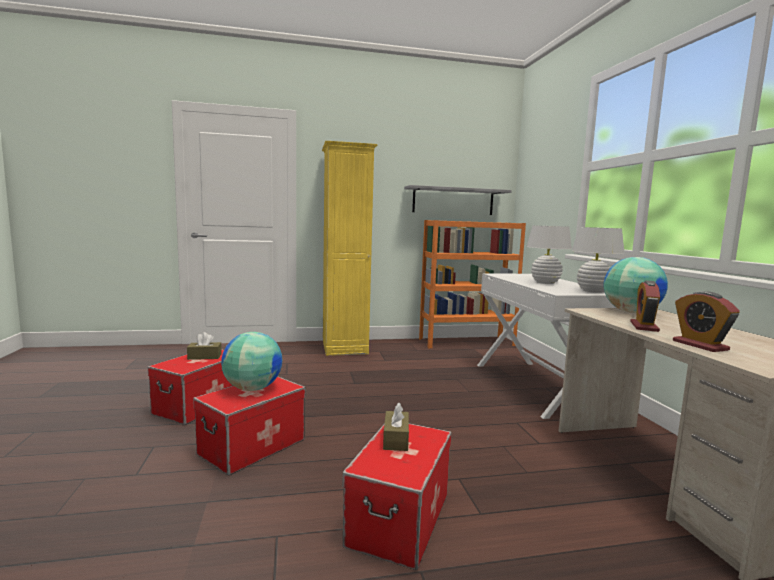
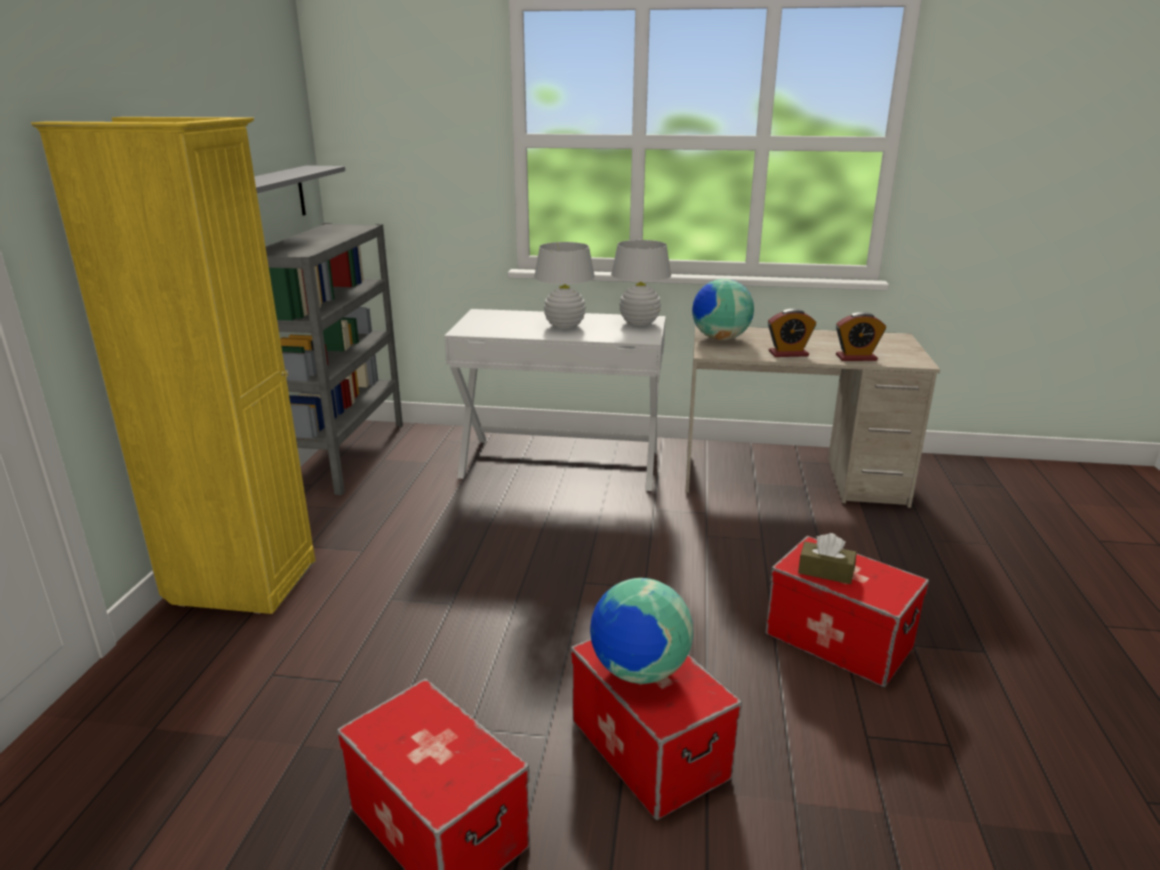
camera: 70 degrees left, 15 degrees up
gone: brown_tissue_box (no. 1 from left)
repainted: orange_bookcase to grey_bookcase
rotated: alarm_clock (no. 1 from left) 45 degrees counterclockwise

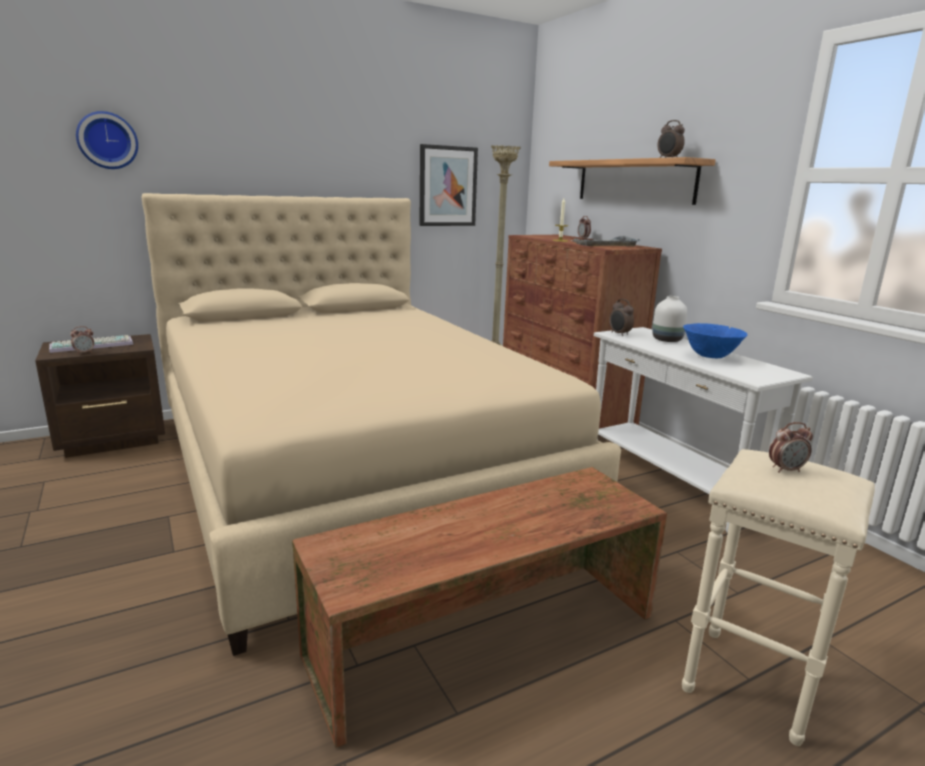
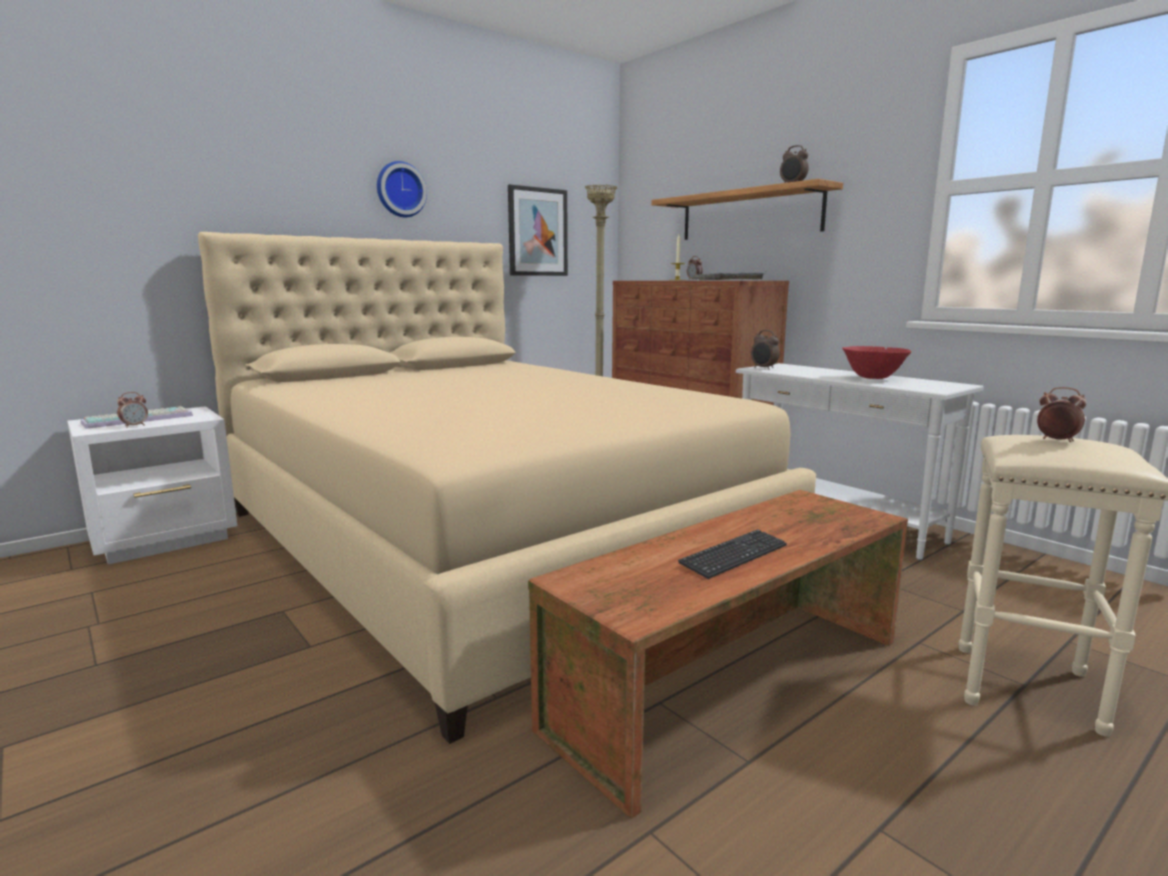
camera: 10 degrees left, 5 degrees down
gone: white_vase
new: keyboard (no. 2 from left)
shifted: wall_clock
repainted: brown_nightstand to white_nightstand; blue_bowl to red_bowl
rotated: alarm_clock (no. 5 from left) 120 degrees counterclockwise

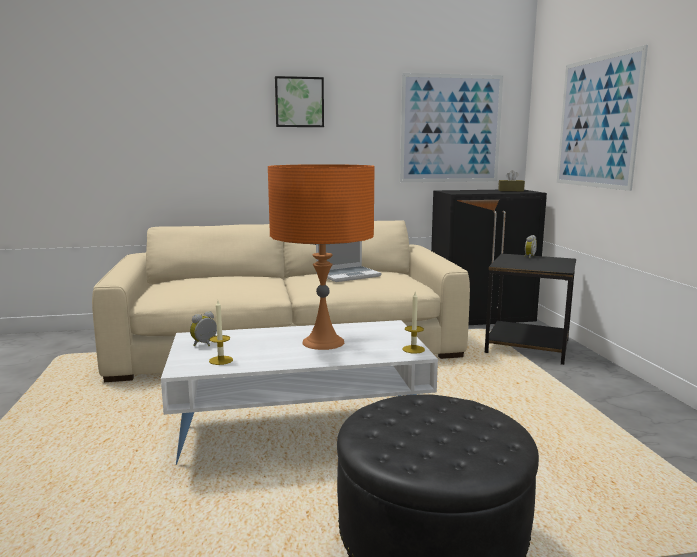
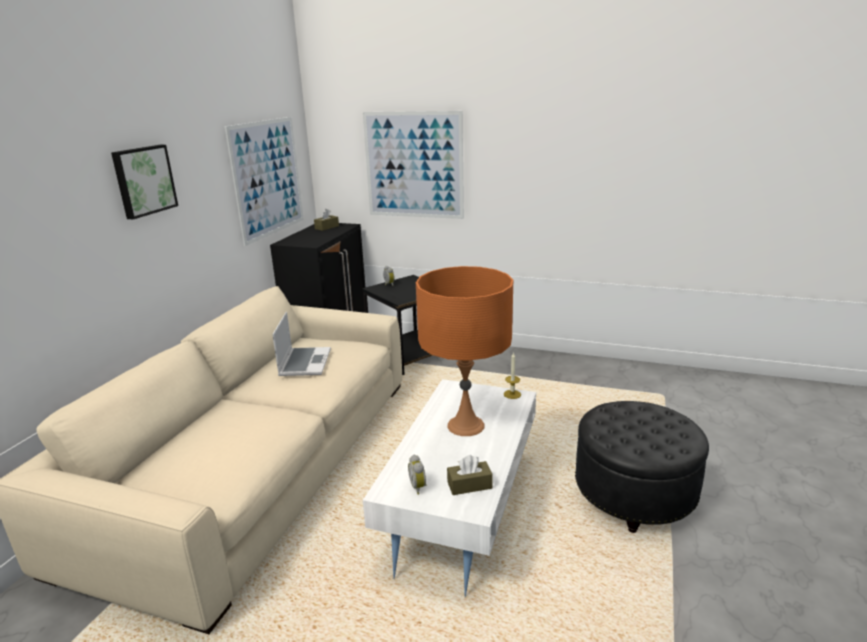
camera: 60 degrees left, 10 degrees up
swapped: candle (no. 1 from left) to brown_tissue_box (no. 2 from left)

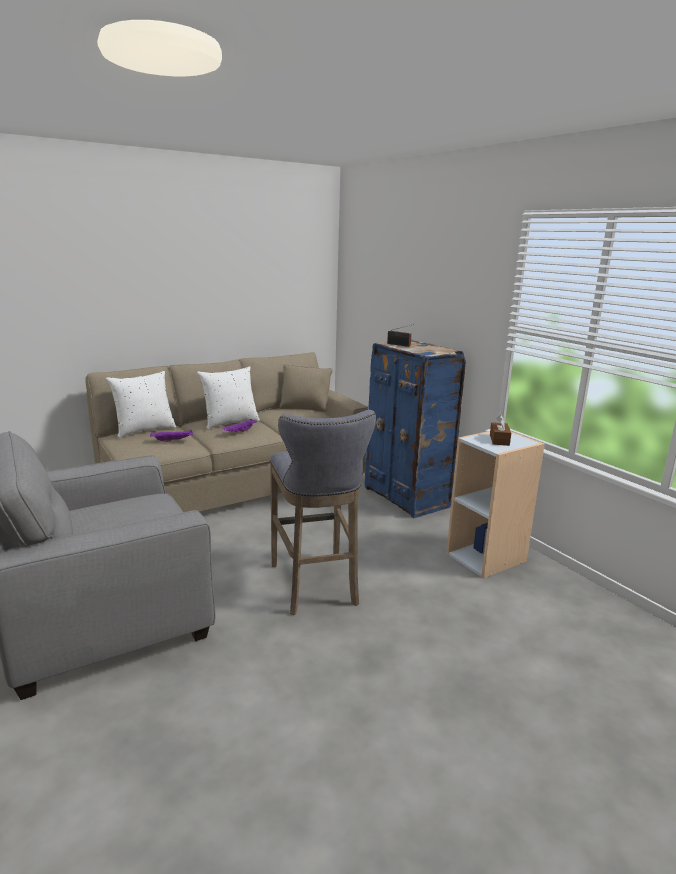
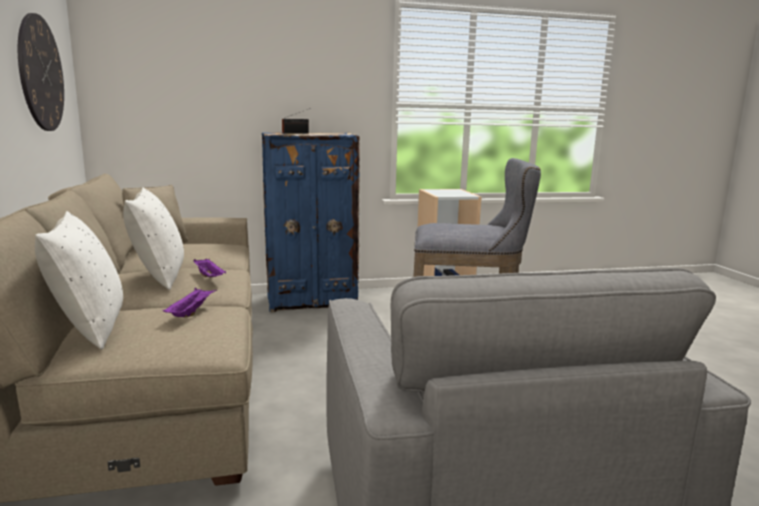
camera: 70 degrees left, 5 degrees down
gone: brown_tissue_box
new: wall_clock

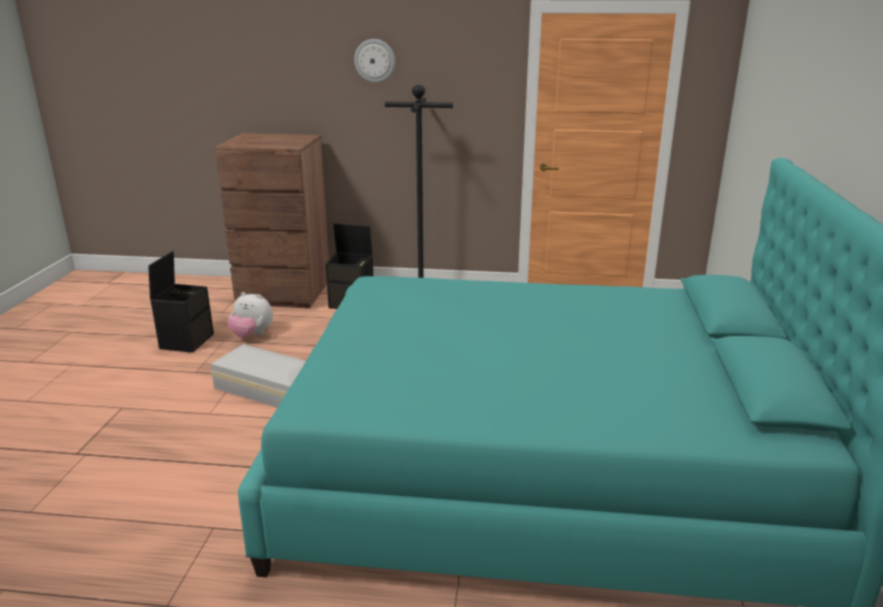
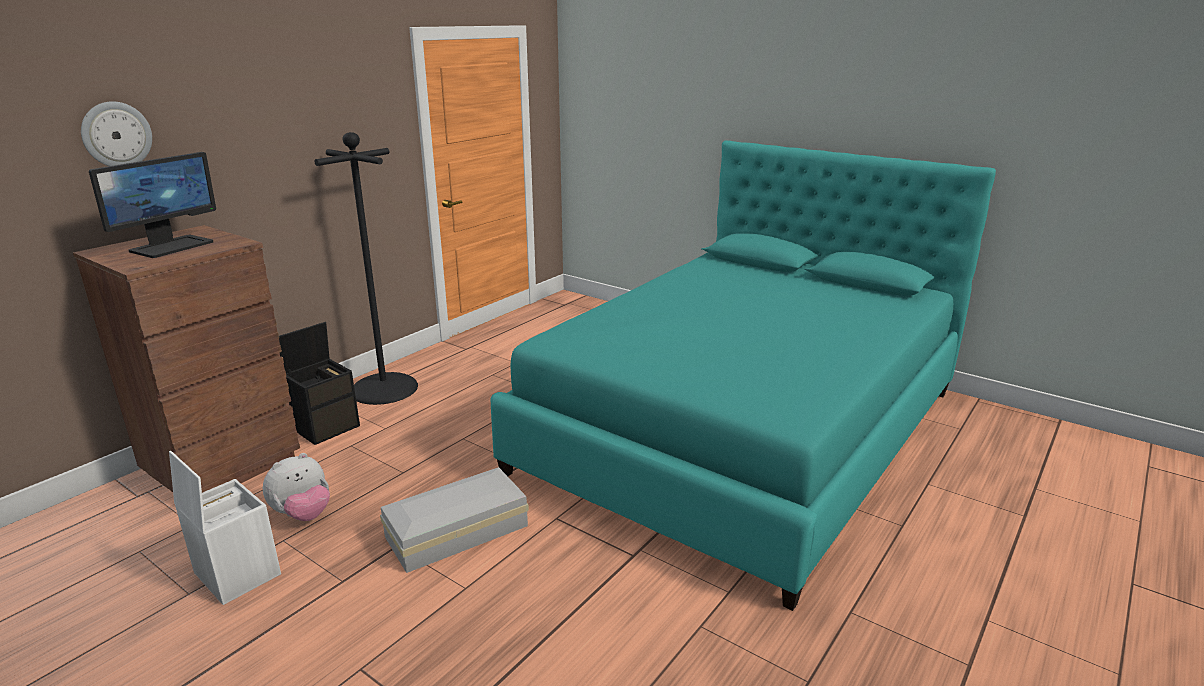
camera: 60 degrees left, 0 degrees up
new: monitor
shifted: wall_clock
repainted: black_storage_box (no. 1 from left) to white_storage_box (no. 1 from left)

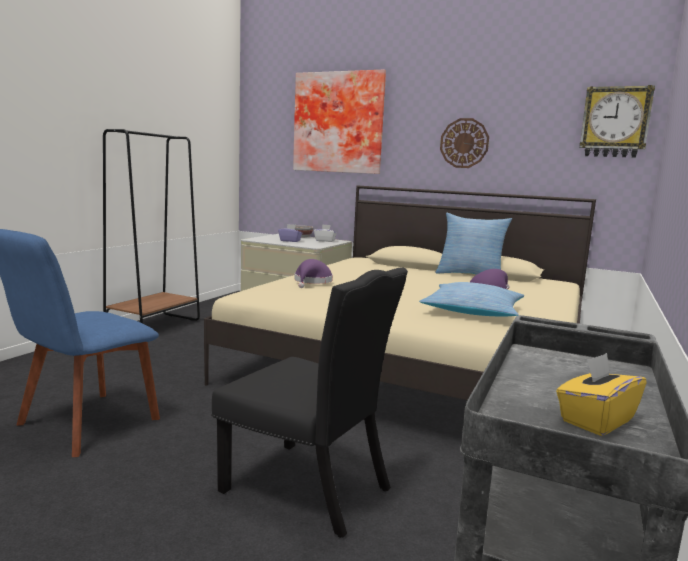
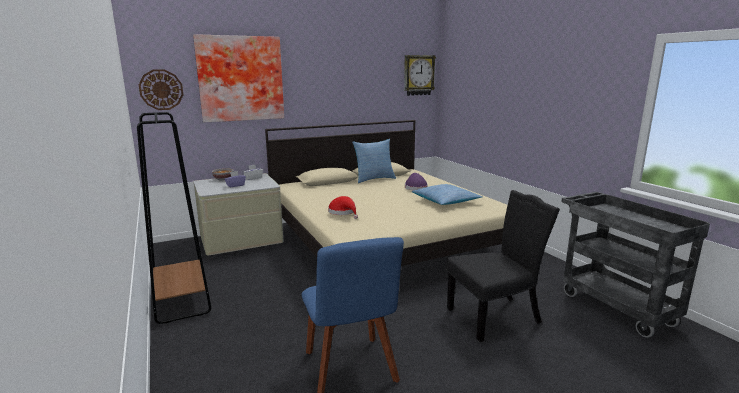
camera: 50 degrees left, 5 degrees up
gone: yellow_tissue_box
shifted: wall_clock (no. 1 from left)
repainted: purple_hat (no. 1 from left) to red_hat

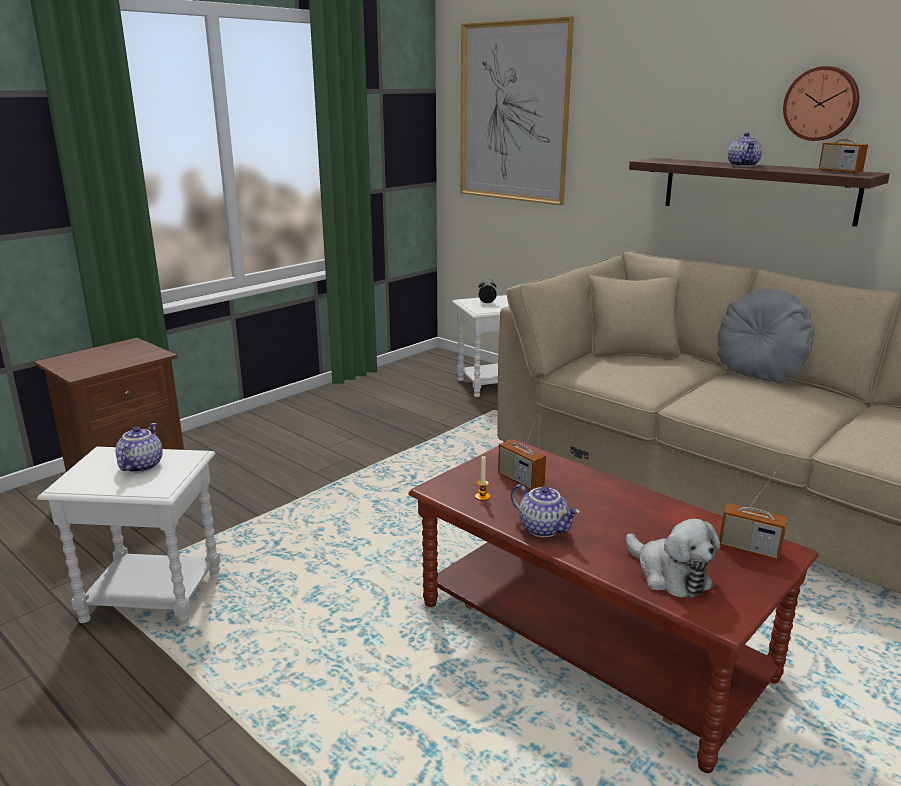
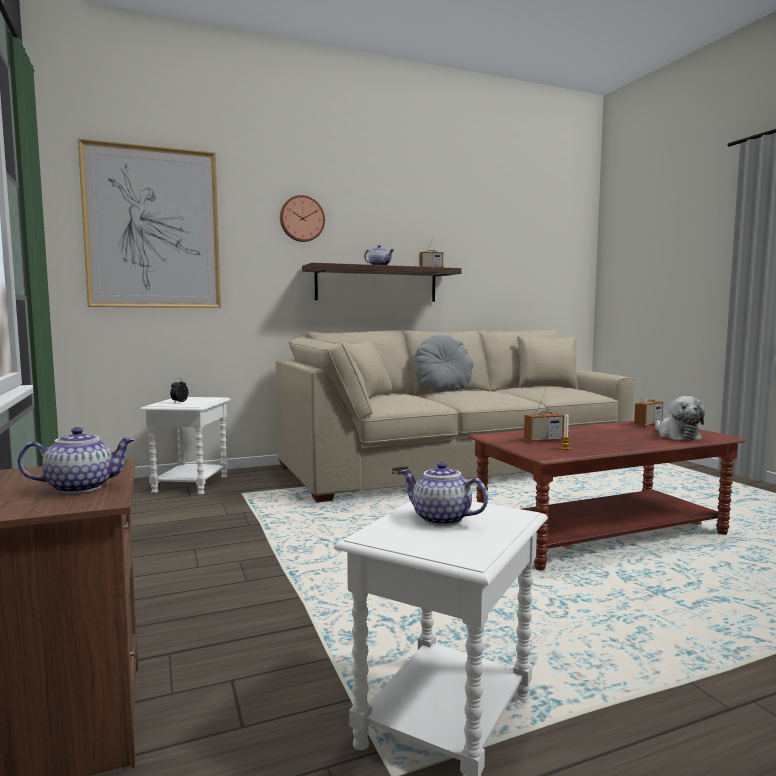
camera: 65 degrees left, 15 degrees down
shifted: teapot (no. 2 from left in the first image) to teapot (no. 1 from left); wall_clock
rotated: plush_toy 90 degrees clockwise

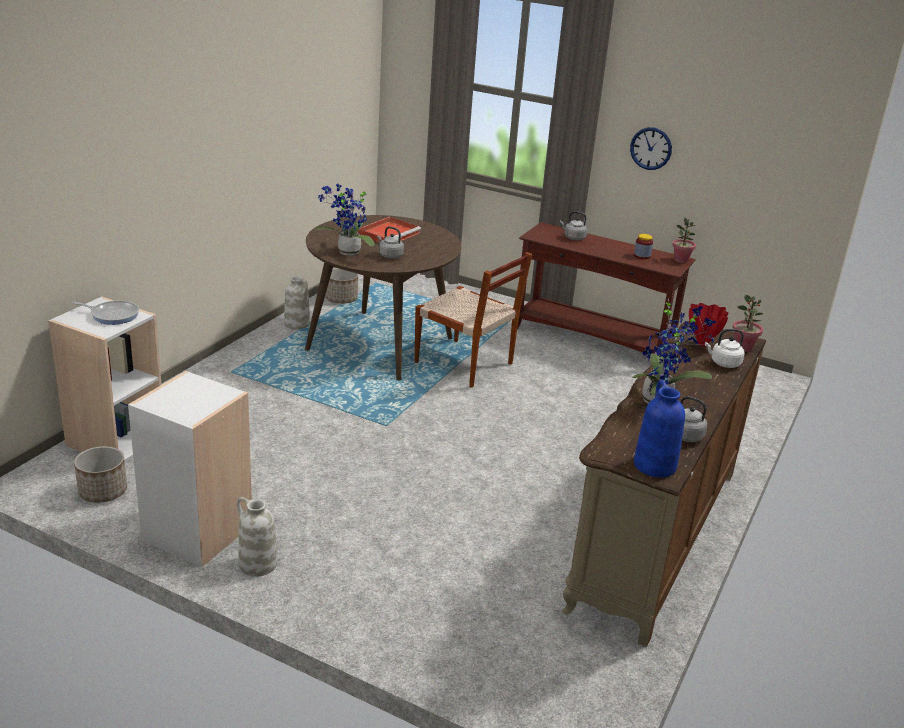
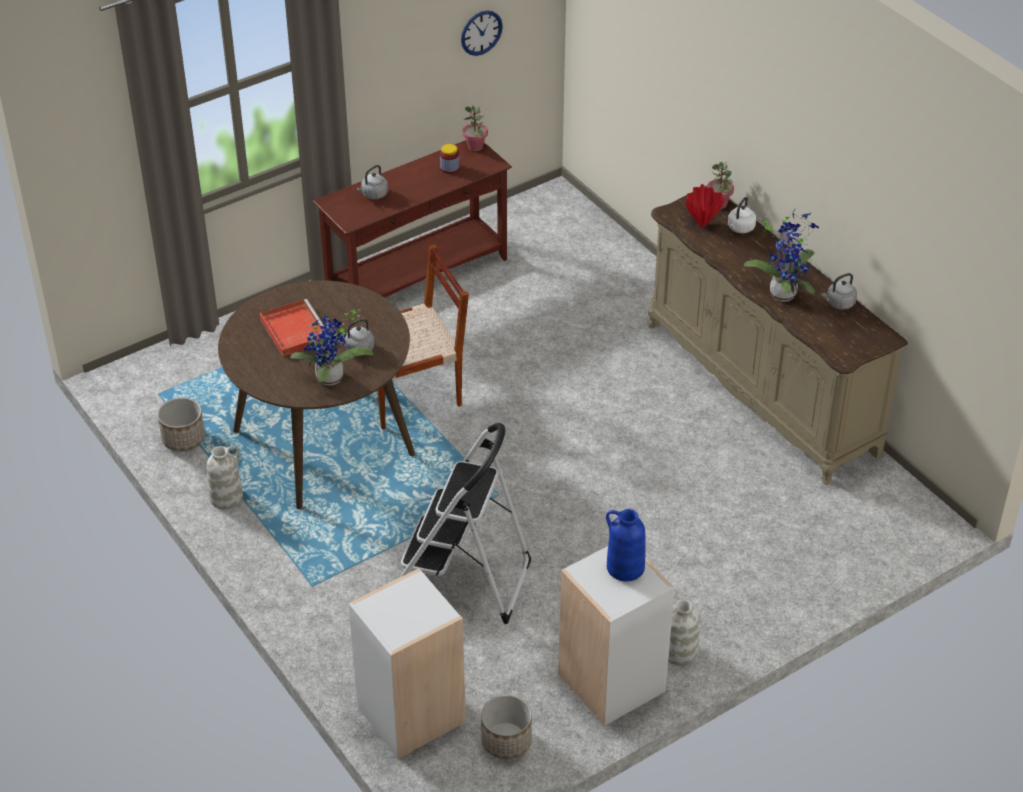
camera: 60 degrees left, 15 degrees up
gone: frying_pan
new: step_ladder
shifted: wall_clock; blue_vase

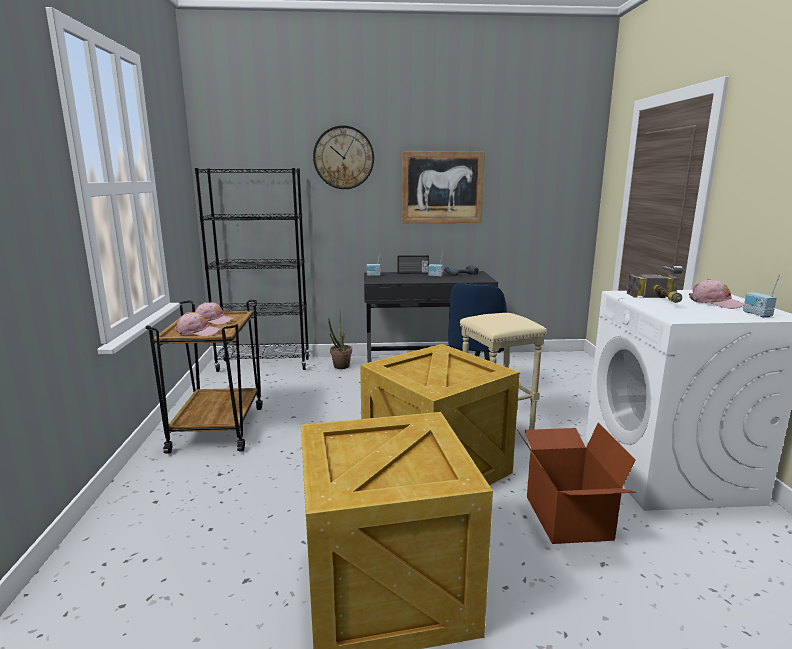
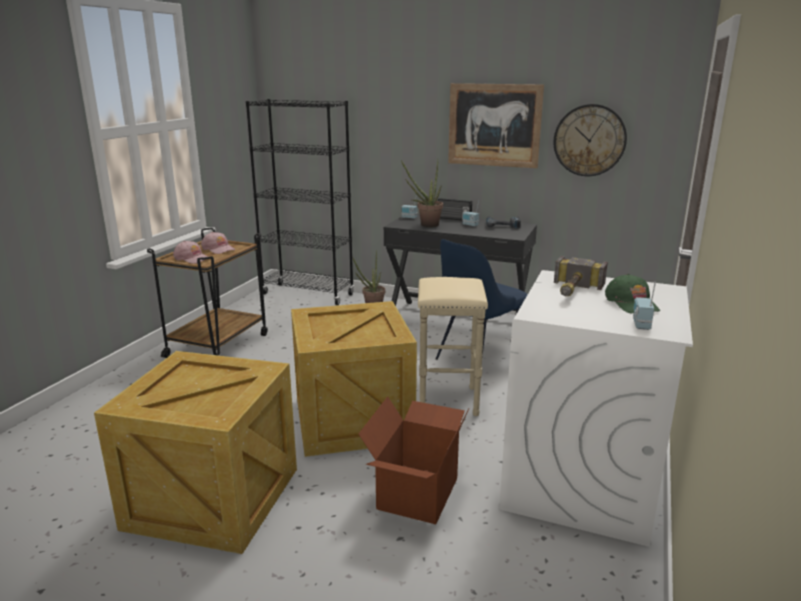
camera: 25 degrees right, 5 degrees up
new: potted_plant (no. 2 from left)
shifted: wall_clock
repainted: pink_cap (no. 3 from left) to green_cap

